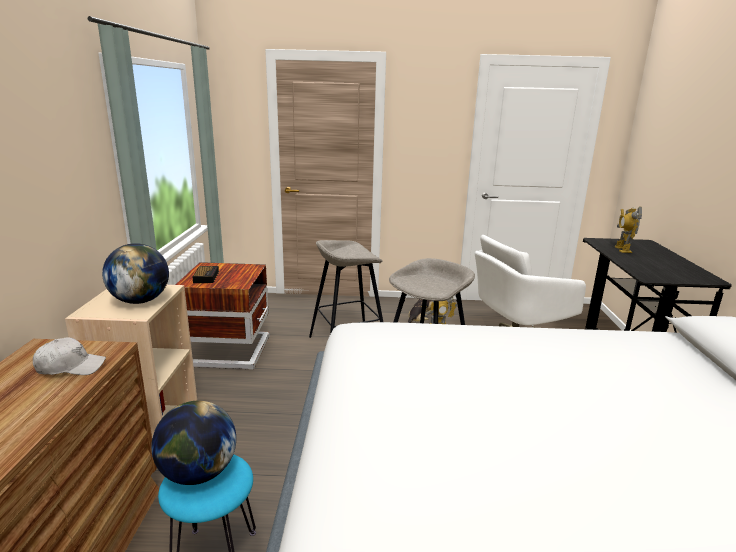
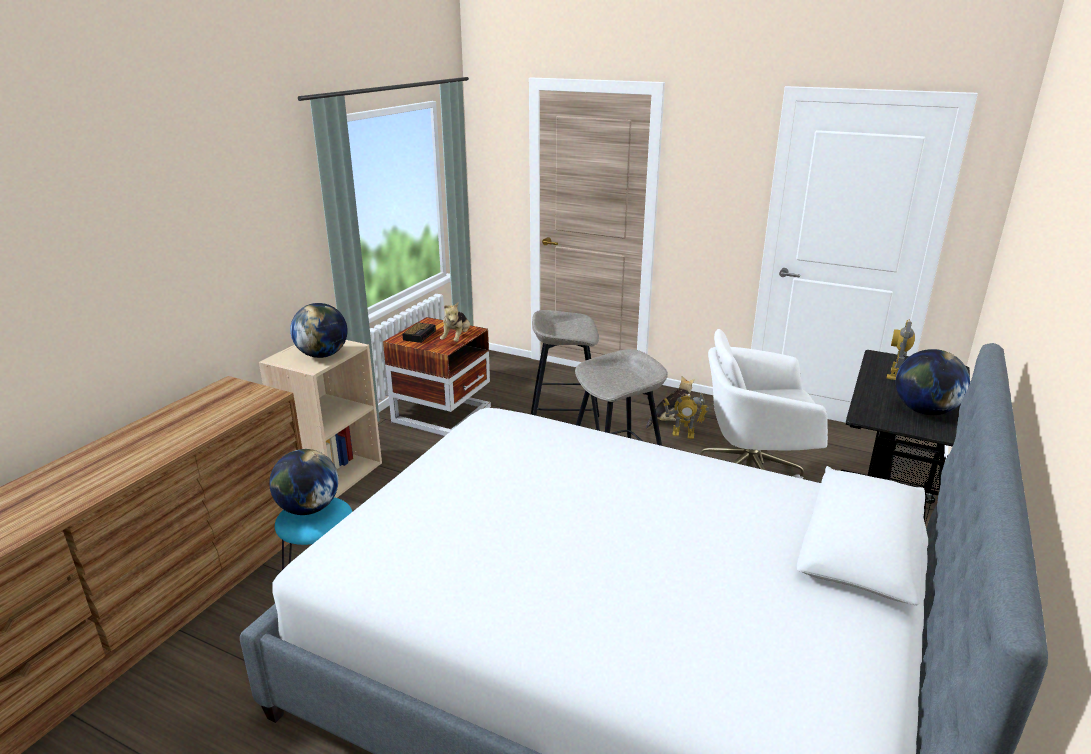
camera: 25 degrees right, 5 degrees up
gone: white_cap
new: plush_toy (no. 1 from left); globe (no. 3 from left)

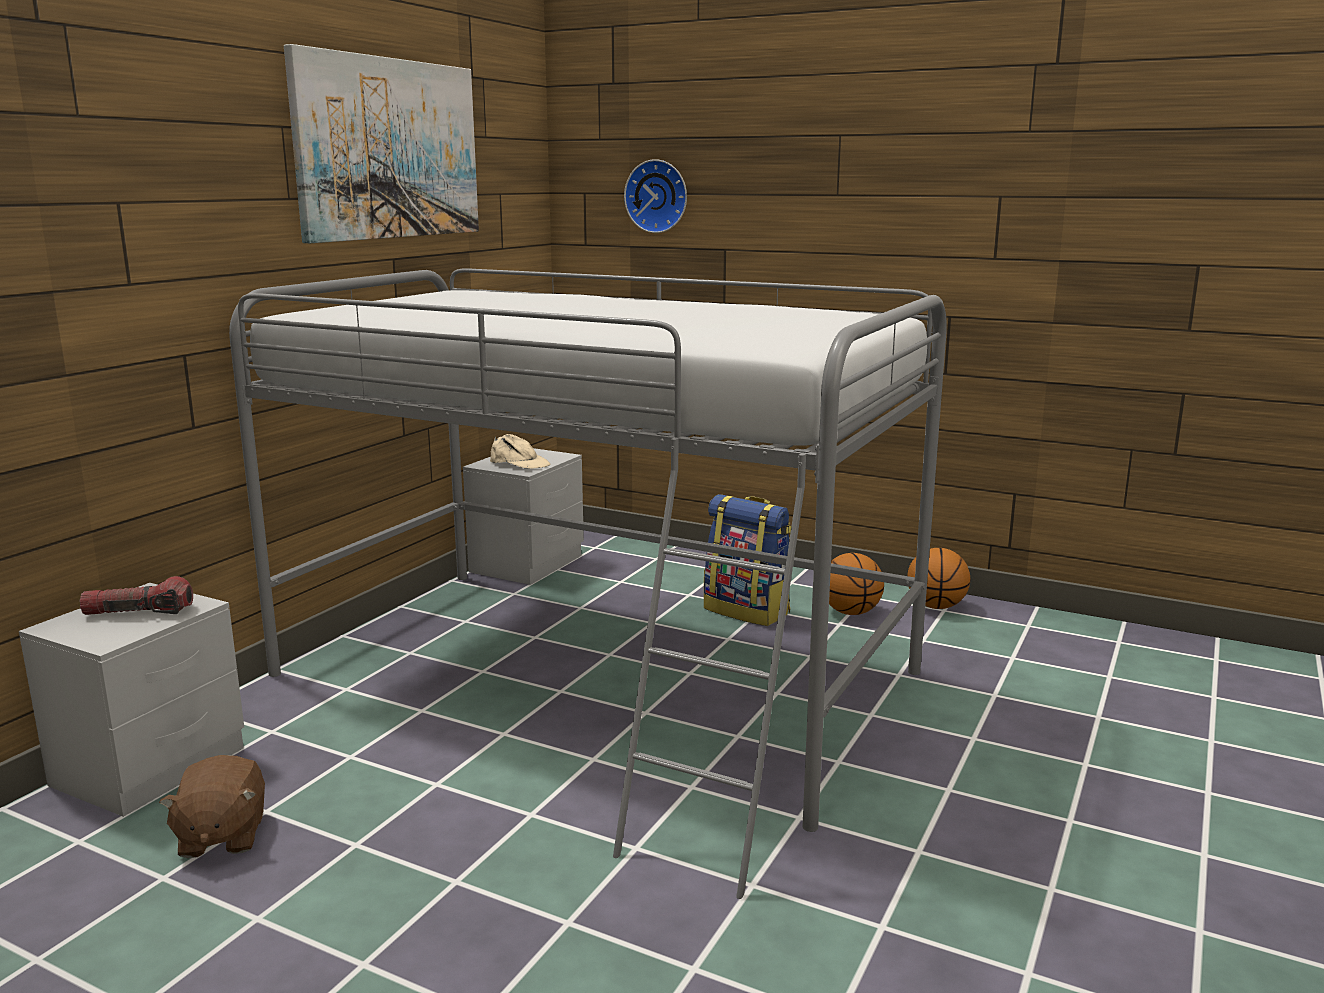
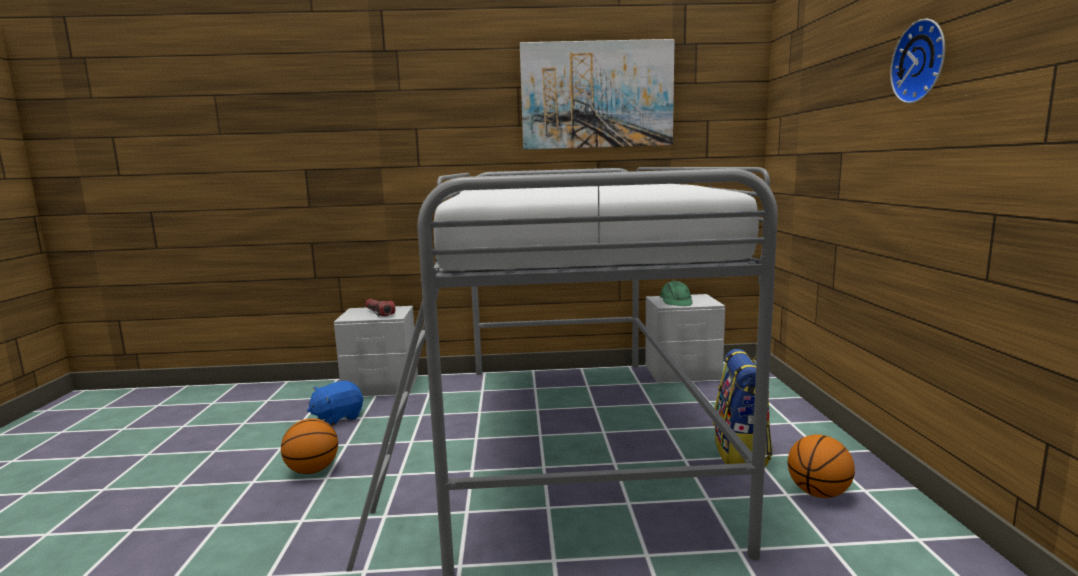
camera: 60 degrees right, 5 degrees down
shifted: basketball (no. 2 from left in the first image) to basketball (no. 1 from left); wall_clock
repainted: brown_plush_toy to blue_plush_toy; beige_cap to green_cap

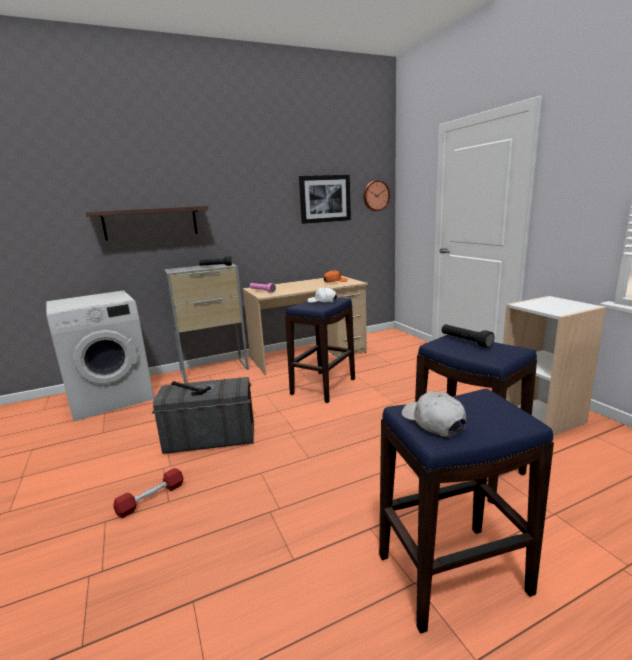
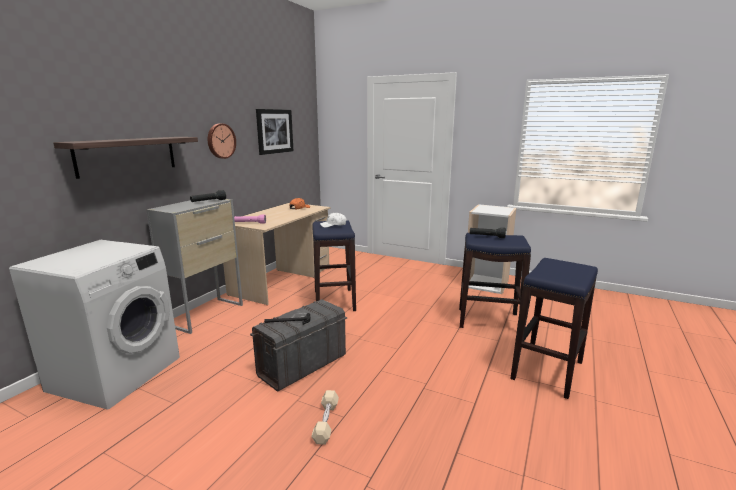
camera: 40 degrees left, 0 degrees up
gone: white_cap (no. 2 from left)
shifted: wall_clock
repainted: red_dumbbell to beige_dumbbell

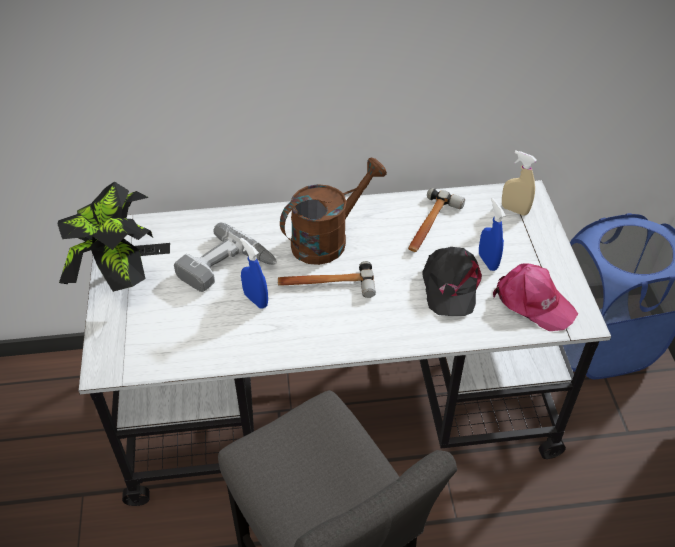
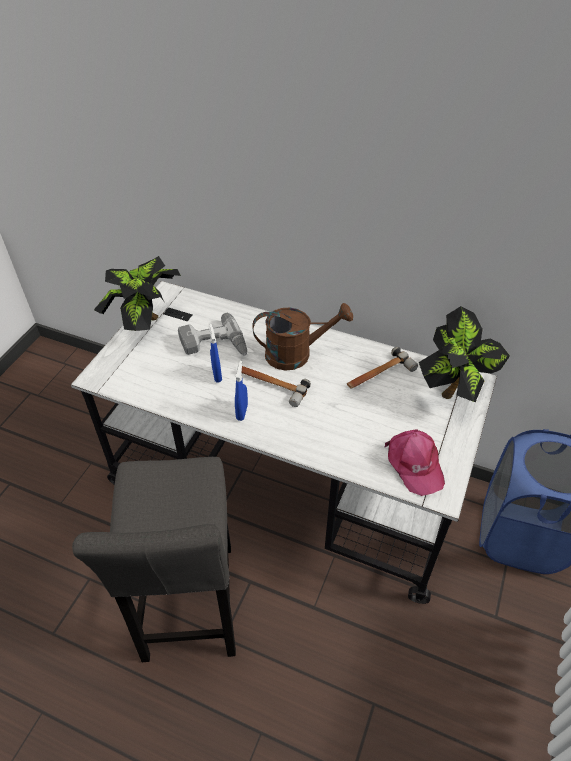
camera: 30 degrees right, 0 degrees up
gone: black_cap
shifted: blue_spray_bottle (no. 2 from left)
swapped: beige_spray_bottle to potted_plant (no. 2 from left)

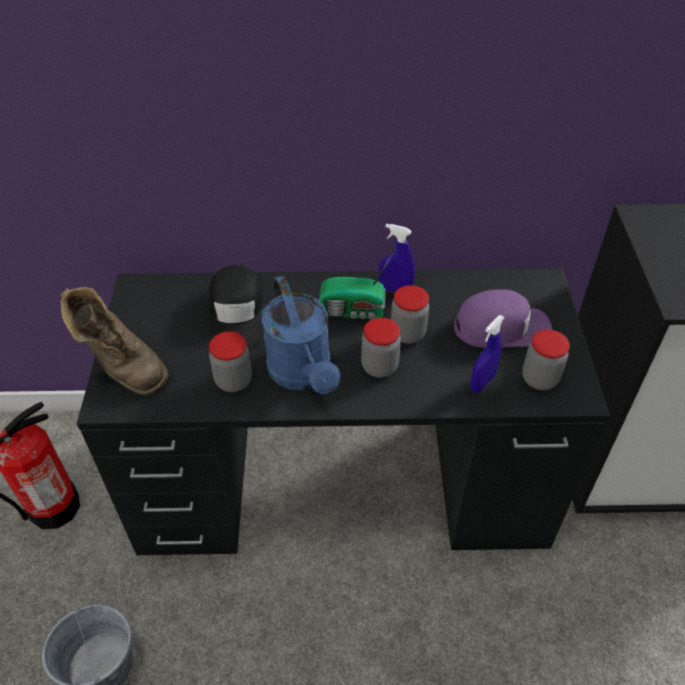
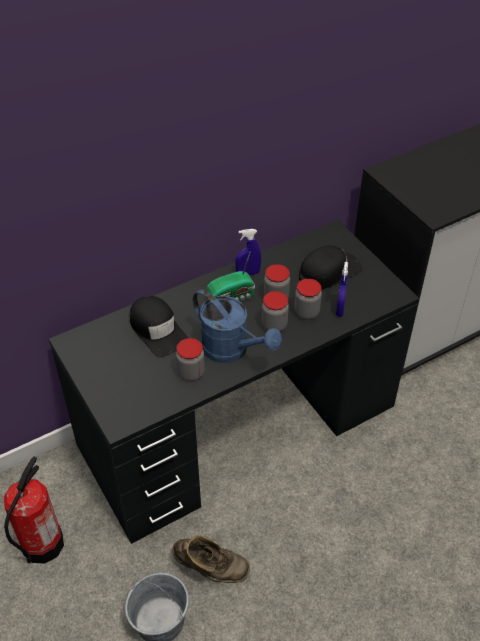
camera: 30 degrees left, 0 degrees up
shifted: brown_boot; jar (no. 4 from left)
repainted: purple_cap to black_cap (no. 2 from left)

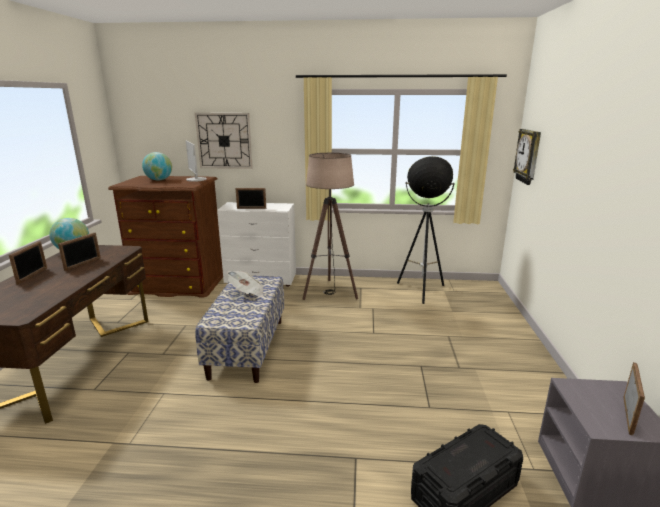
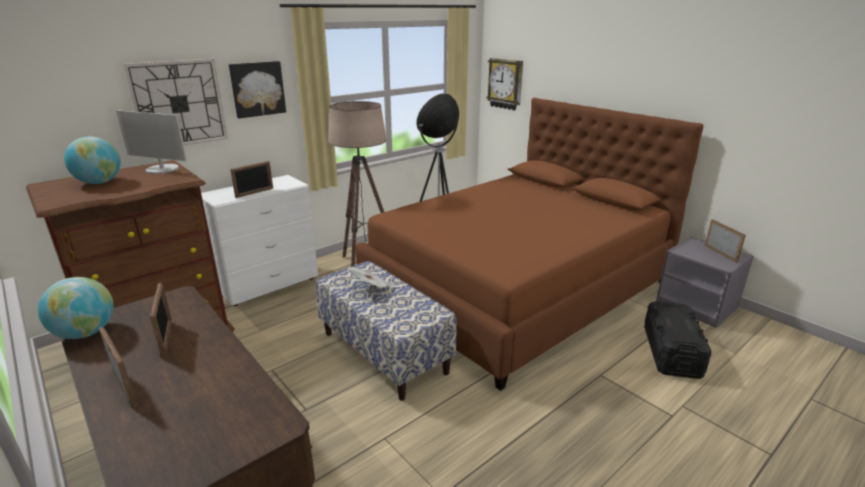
camera: 45 degrees left, 5 degrees up
new: picture; brown_bed

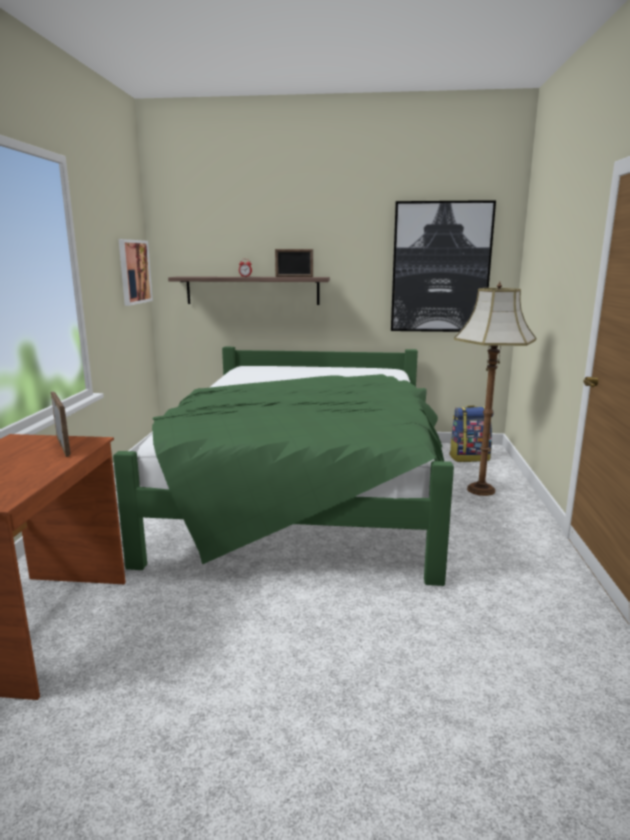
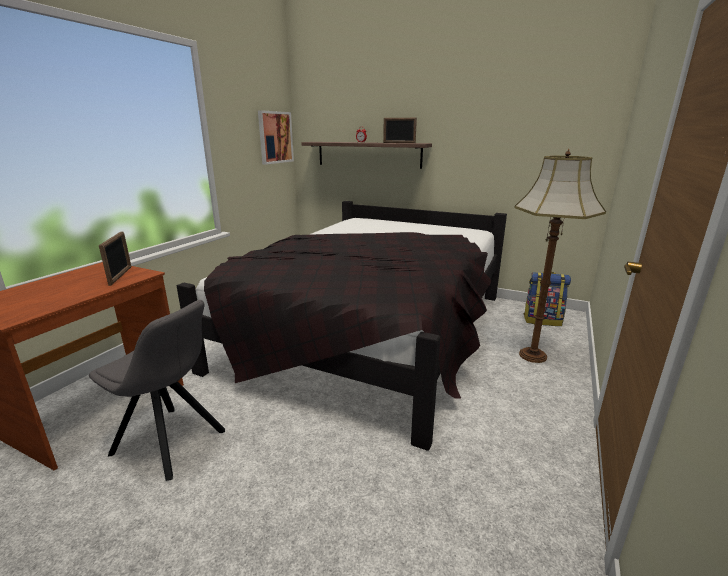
camera: 20 degrees right, 5 degrees up
gone: picture (no. 2 from left)
new: grey_chair
repainted: green_bed to black_bed

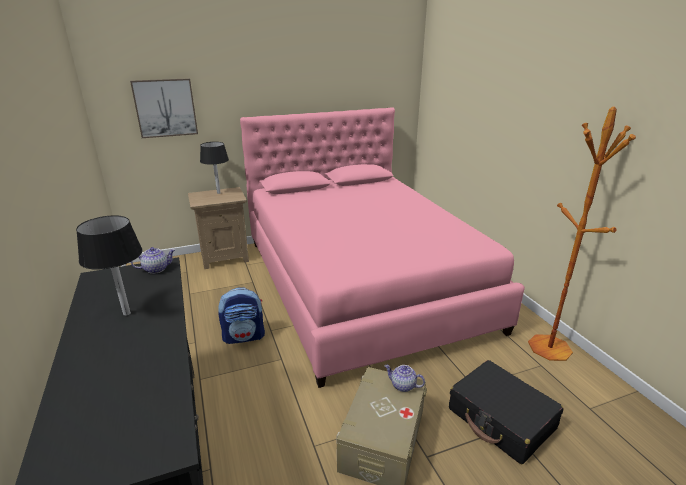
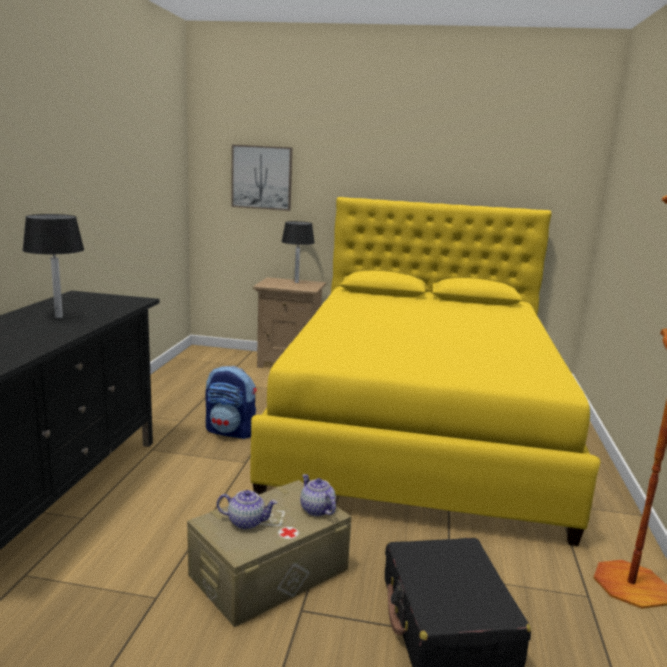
camera: 30 degrees right, 10 degrees down
shifted: teapot (no. 1 from left)
repainted: pink_bed to yellow_bed

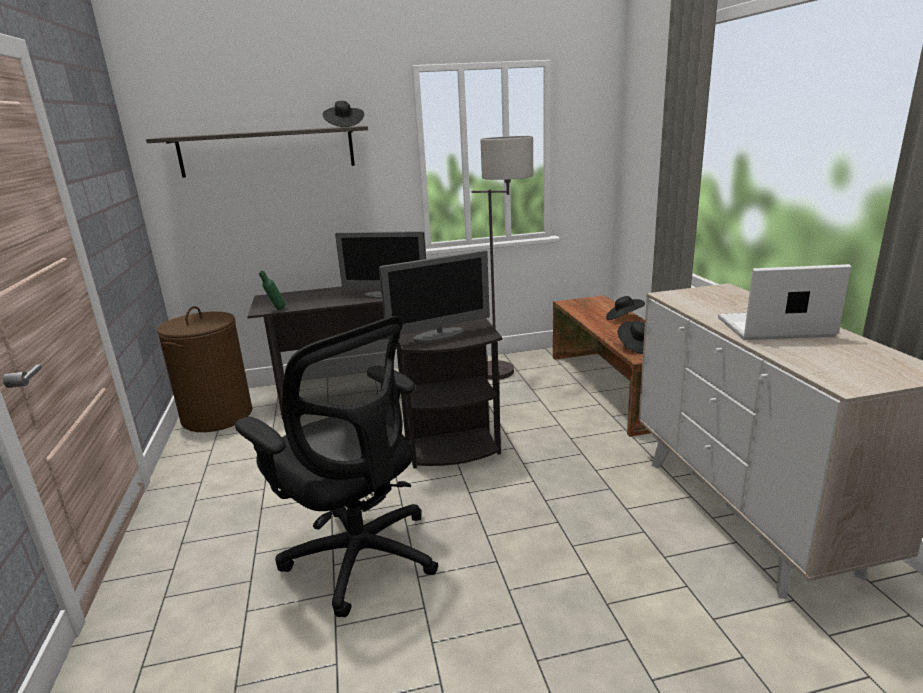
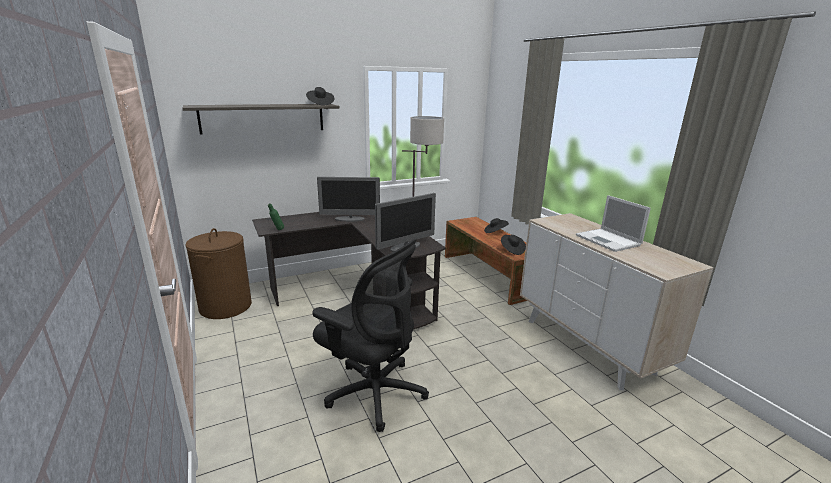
camera: 15 degrees left, 0 degrees up
rotated: laptop 105 degrees counterclockwise

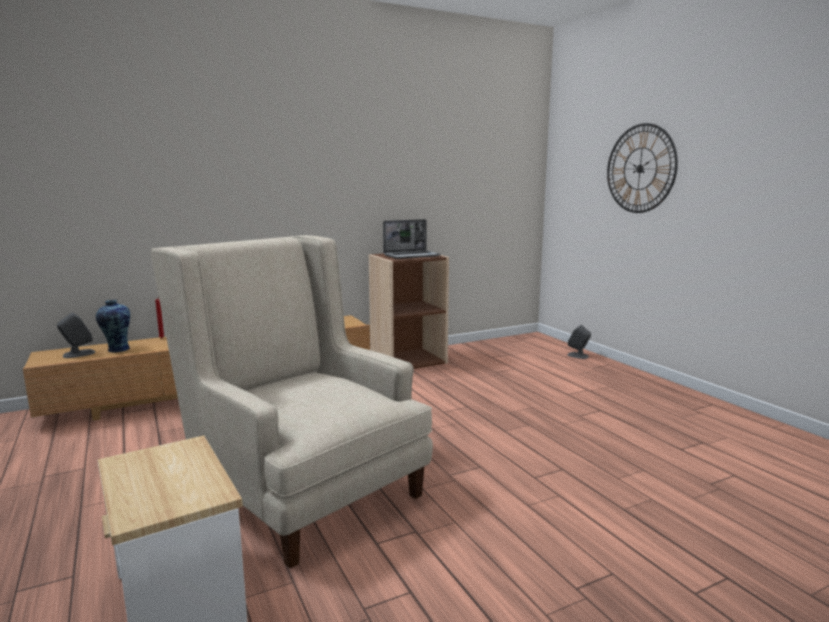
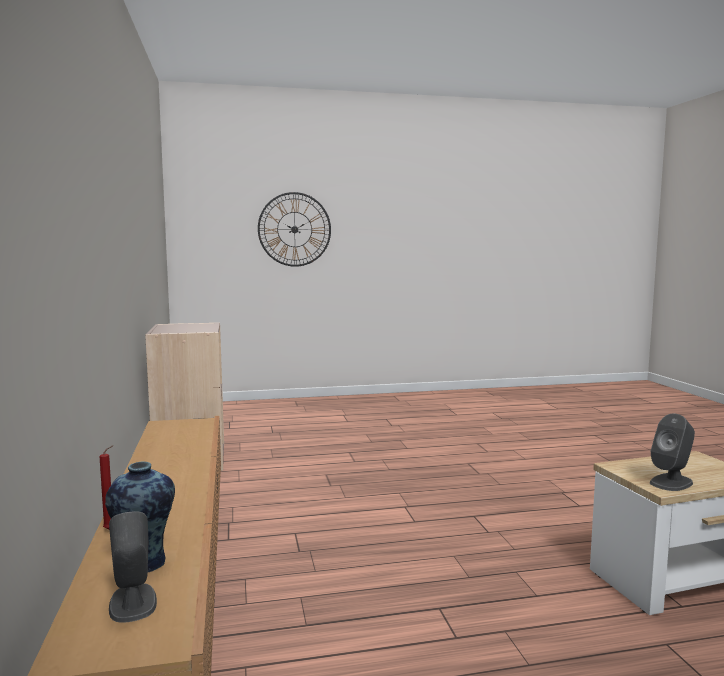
camera: 75 degrees left, 5 degrees down
gone: beige_armchair; laptop
shifted: grey_speaker (no. 2 from left)

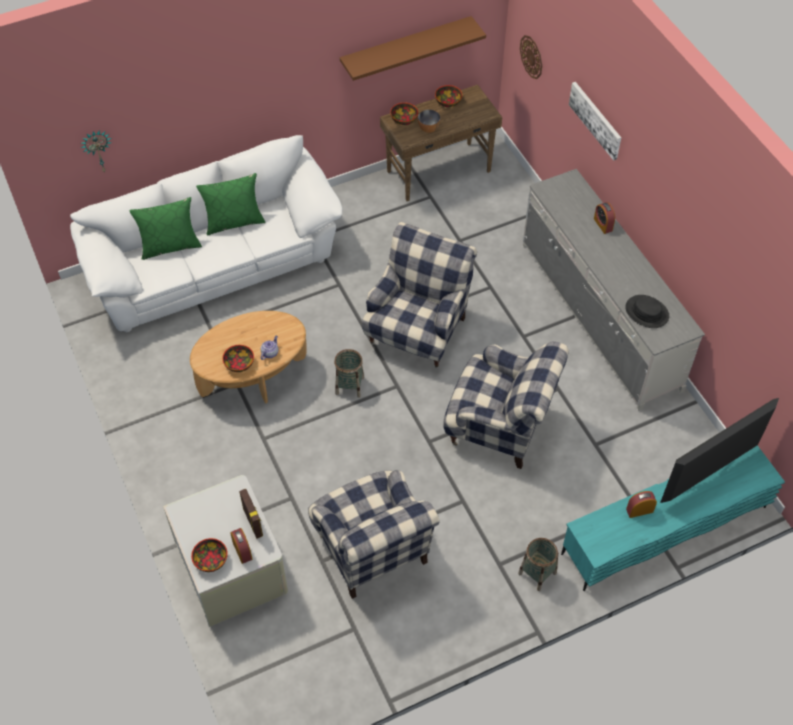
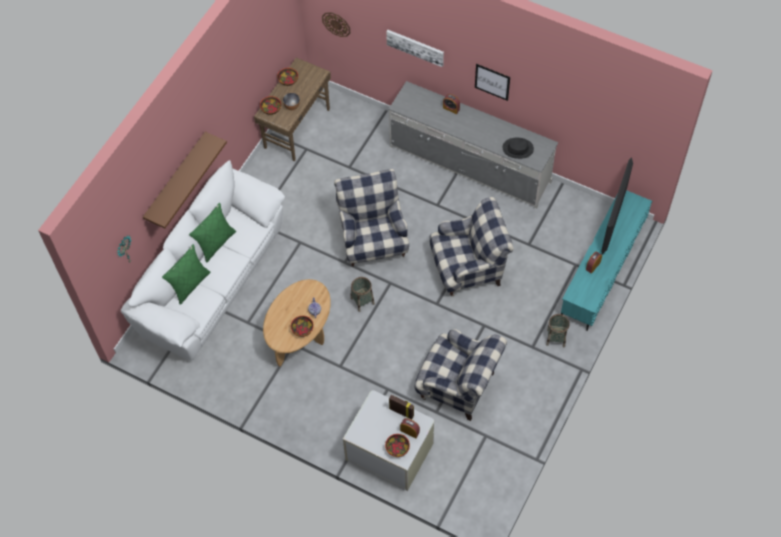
camera: 35 degrees left, 5 degrees up
new: picture (no. 2 from left)
shifted: brown_shelf

